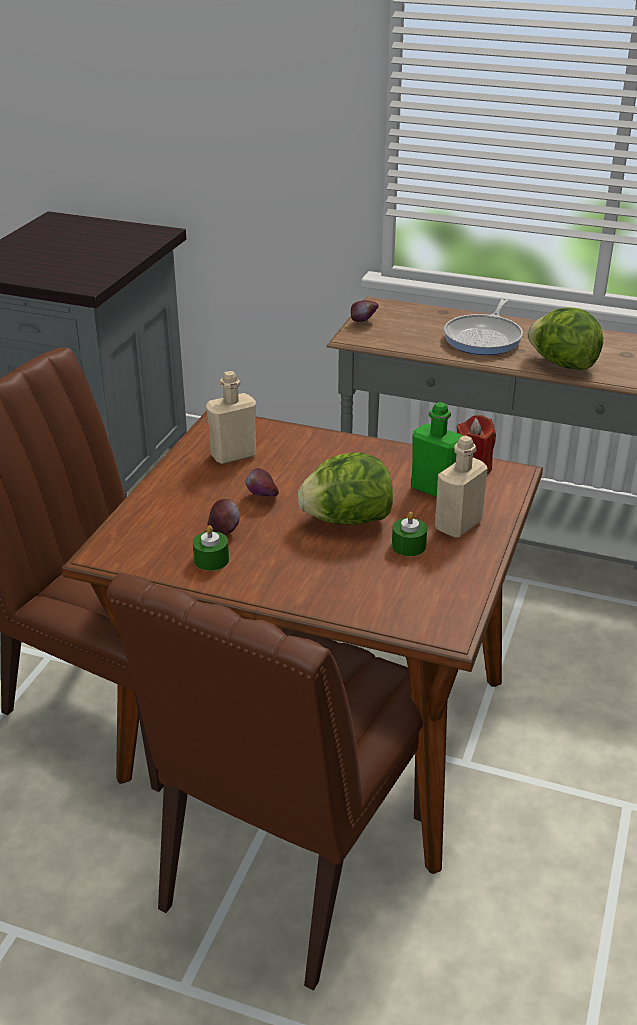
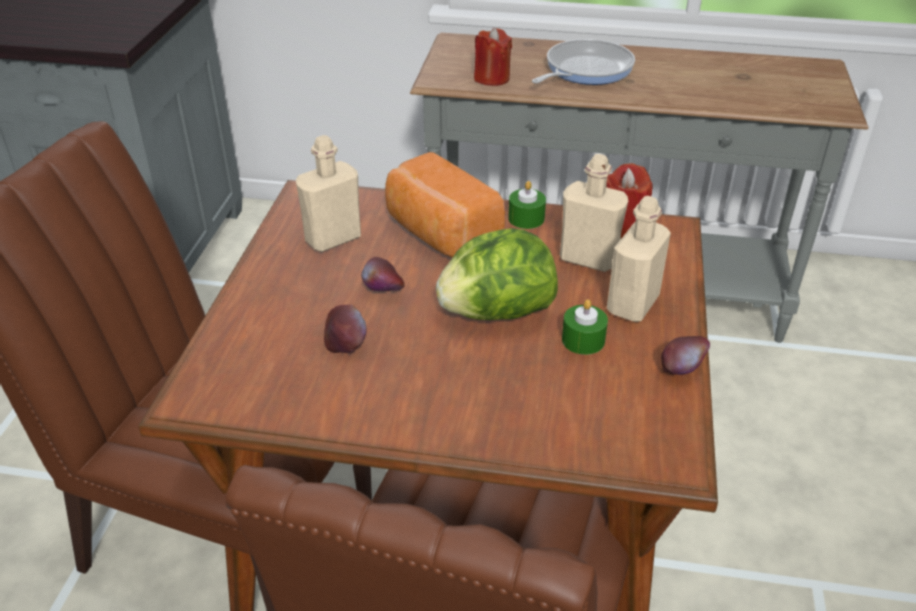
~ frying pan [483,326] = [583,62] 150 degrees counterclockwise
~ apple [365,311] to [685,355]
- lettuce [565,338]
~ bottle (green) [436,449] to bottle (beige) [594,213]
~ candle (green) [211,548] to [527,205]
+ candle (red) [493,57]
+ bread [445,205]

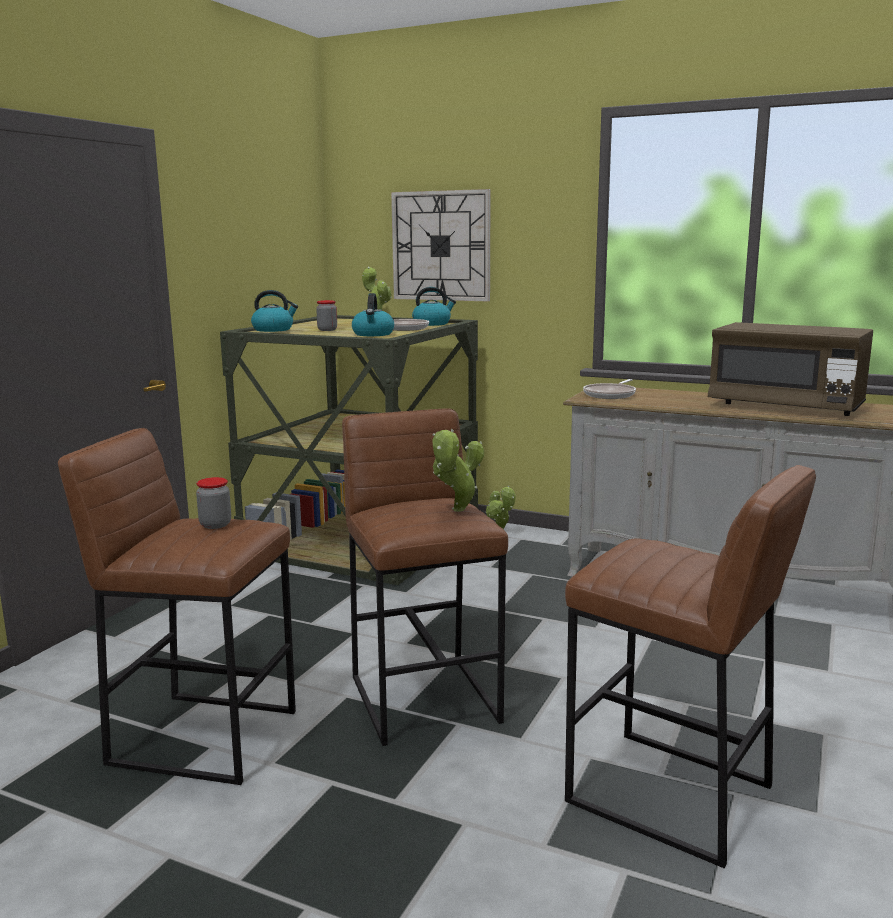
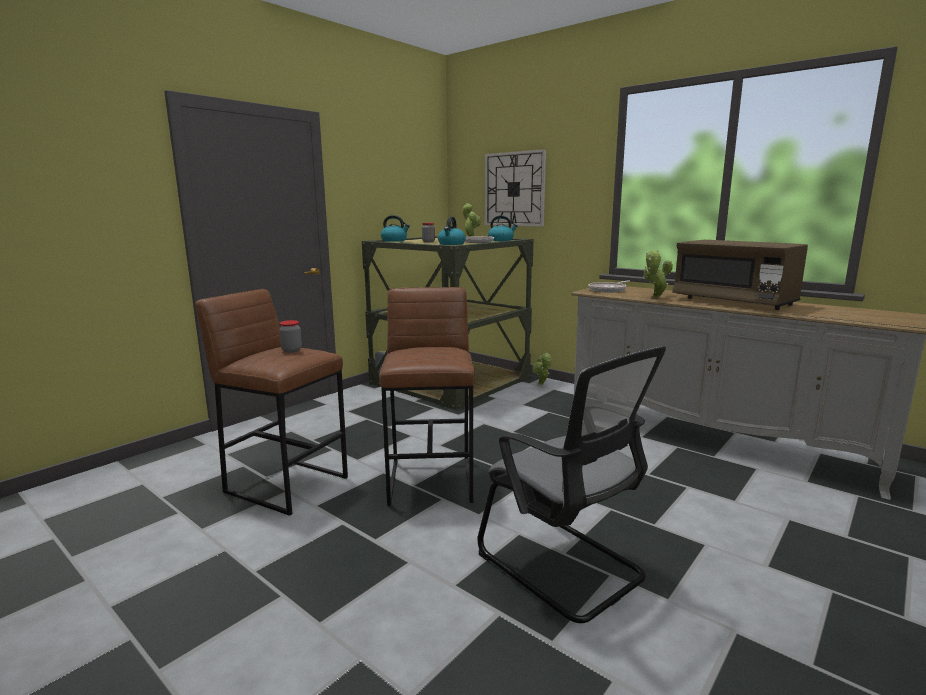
~ potted plant [458,470] to [658,274]
~ stool (brown) [690,666] to chair [572,484]

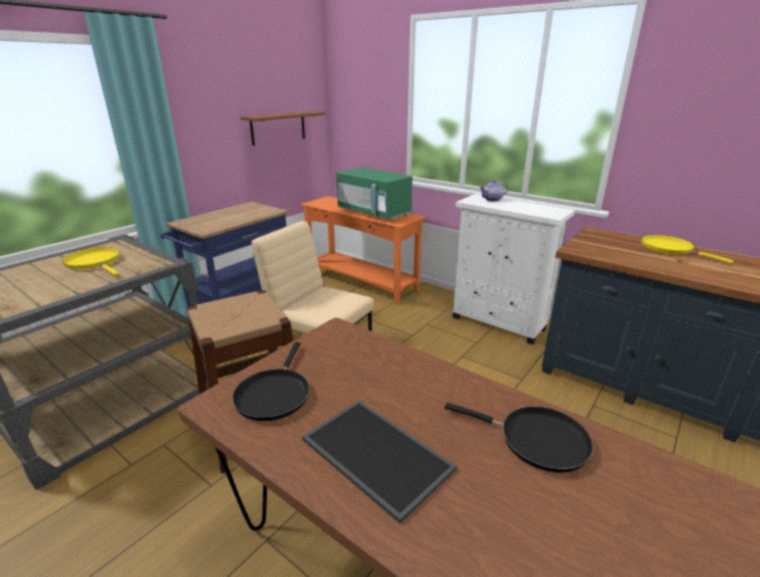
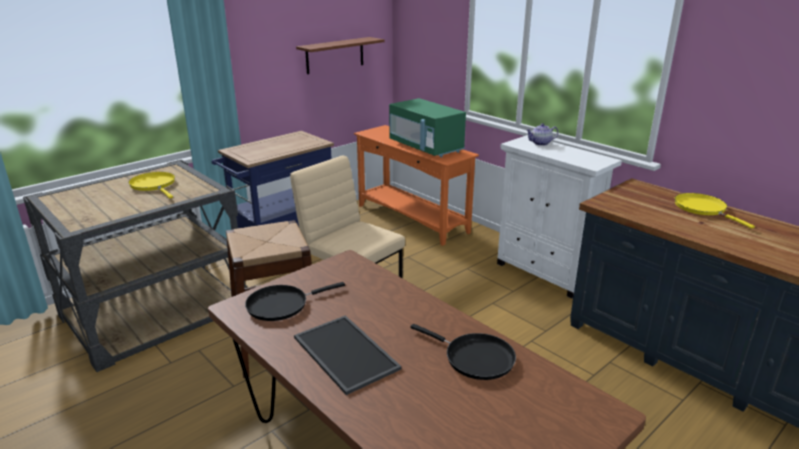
~ frying pan (black) [271,381] = [295,301] 45 degrees clockwise

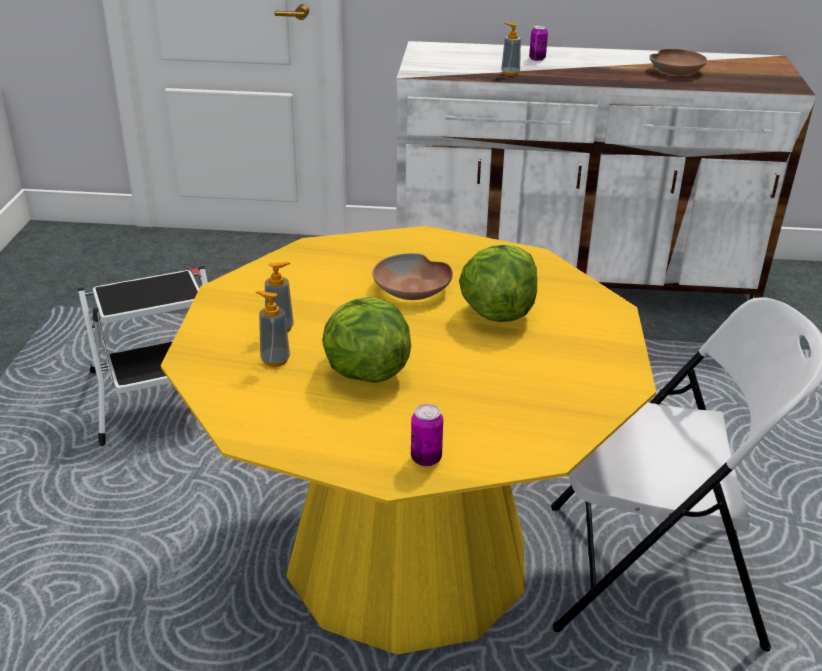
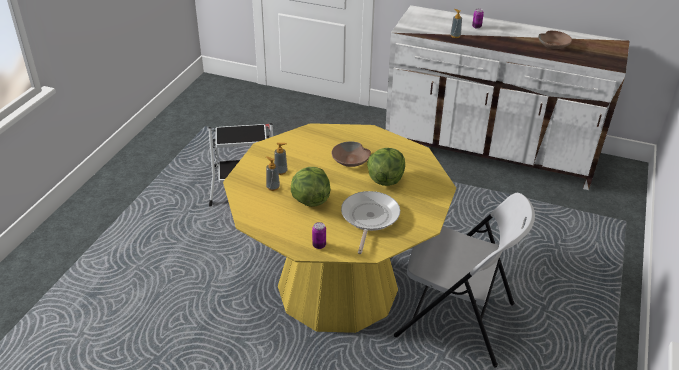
+ frying pan [370,222]

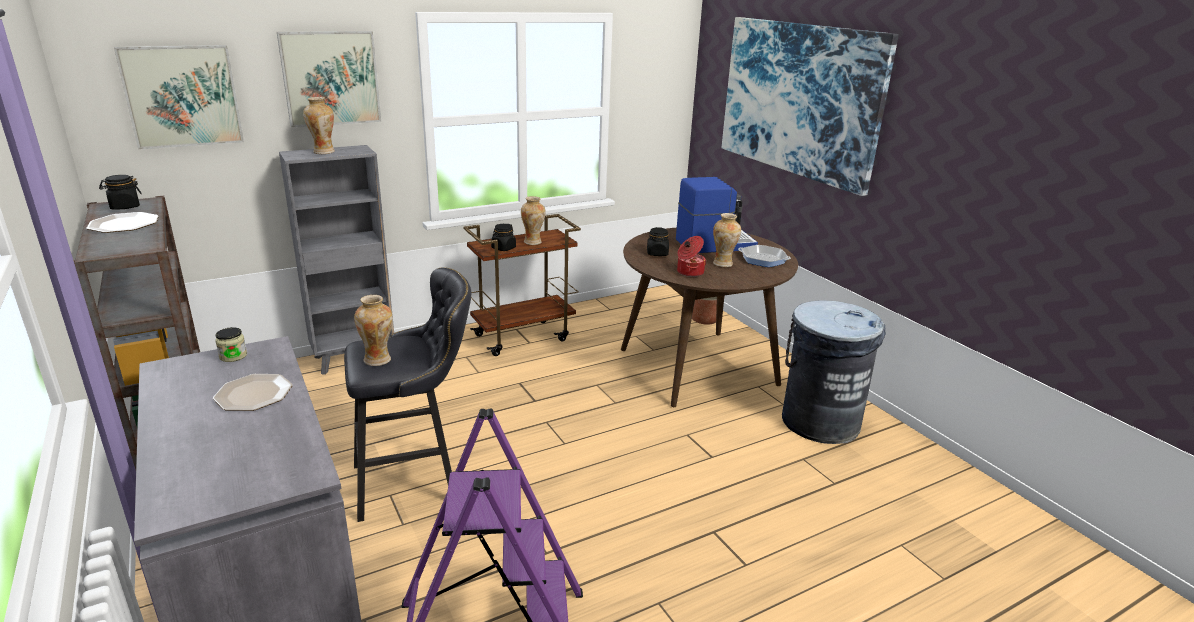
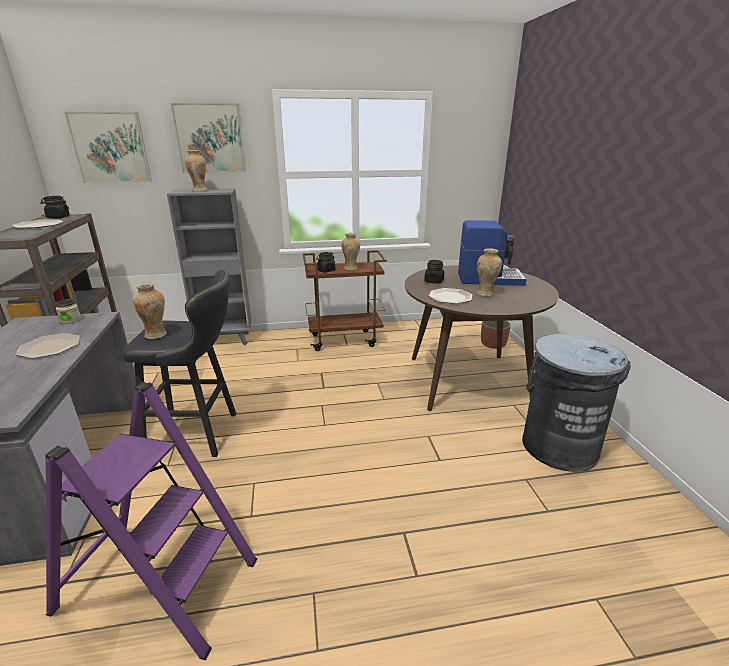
- picture [810,106]
~ cooking pot [691,256] to plate [450,296]
- frying pan [764,256]

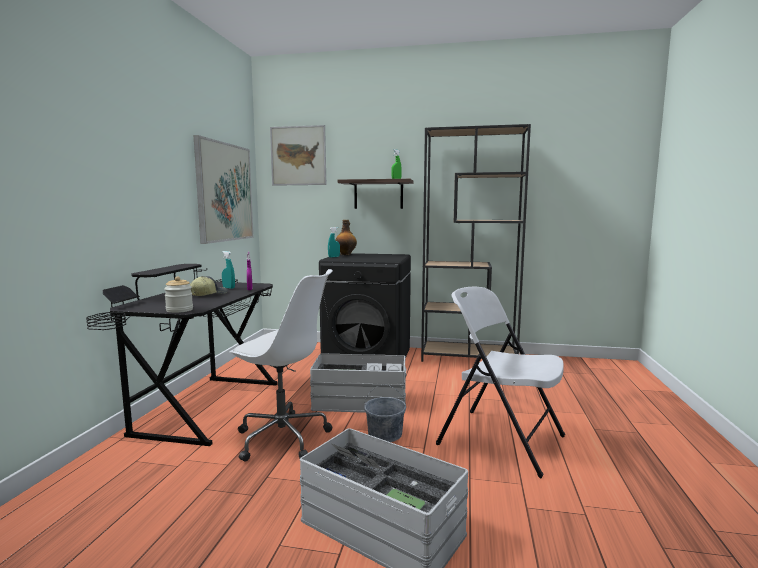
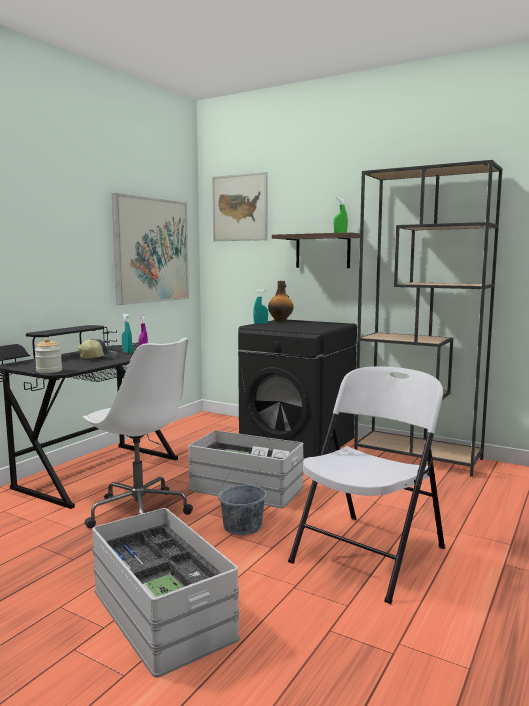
~ chair (white) [500,382] = [366,485] 75 degrees clockwise

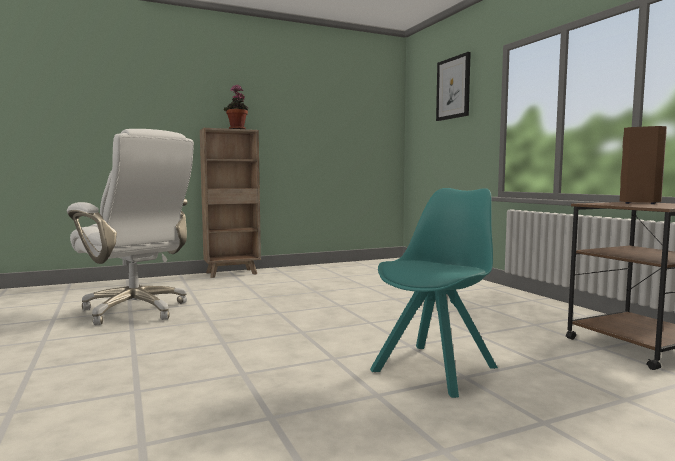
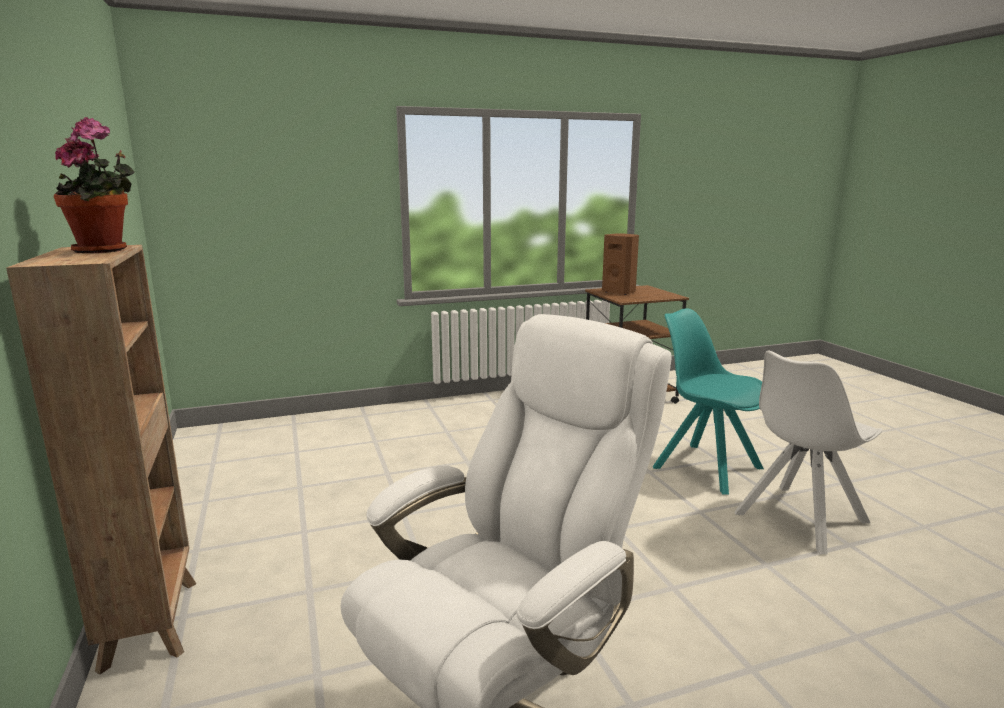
- picture [453,86]
+ chair (white) [808,453]

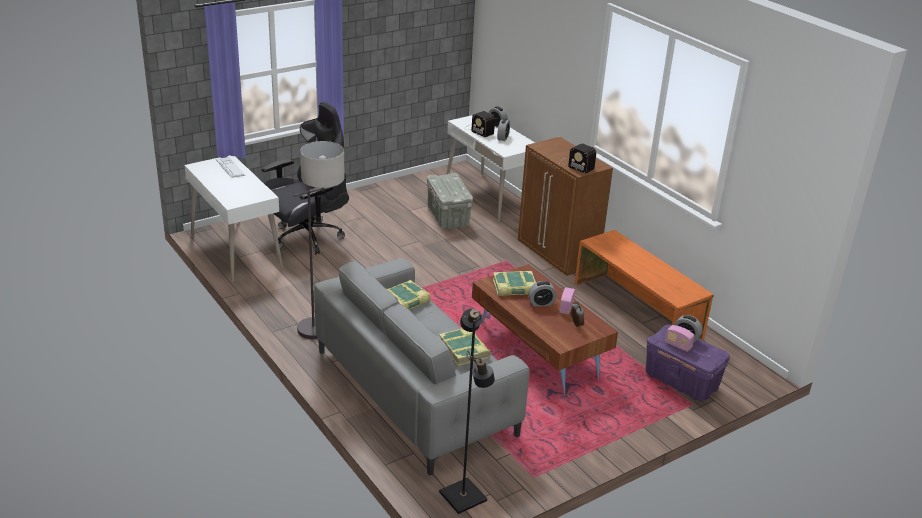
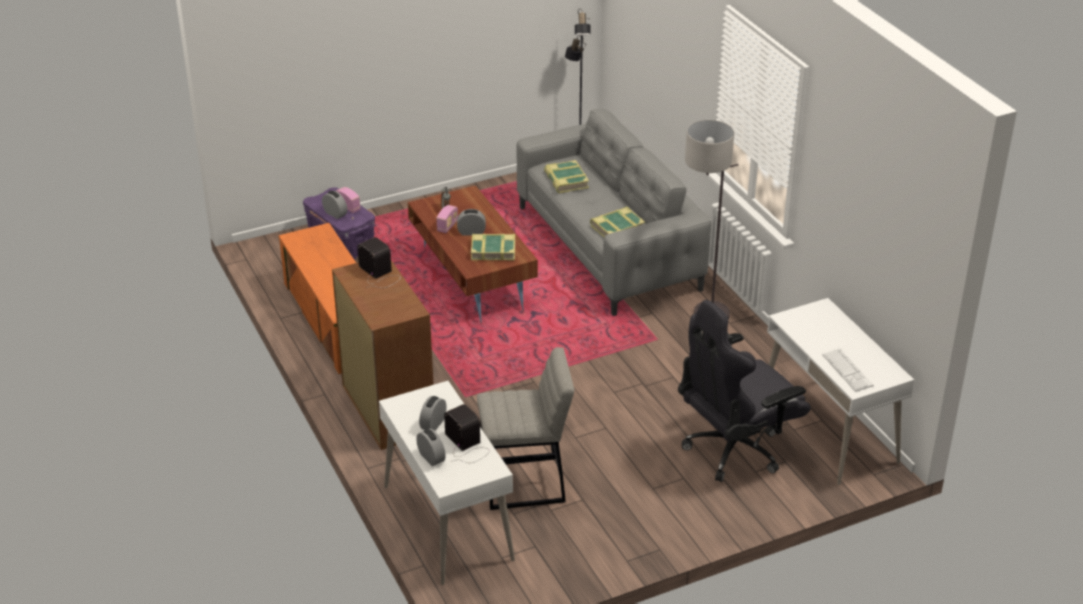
~ storage box (grey) [450,201] to chair (grey) [525,428]

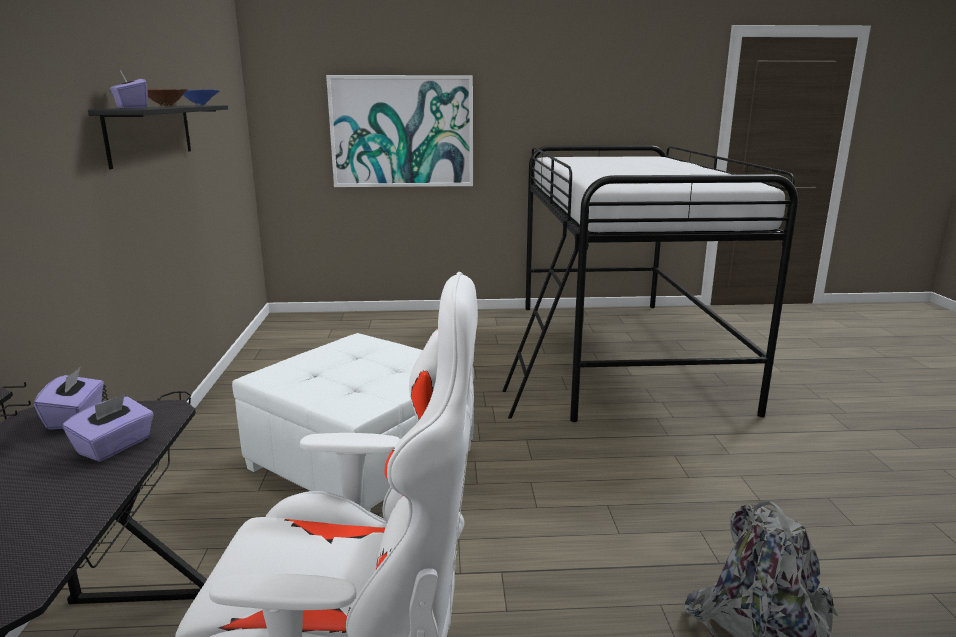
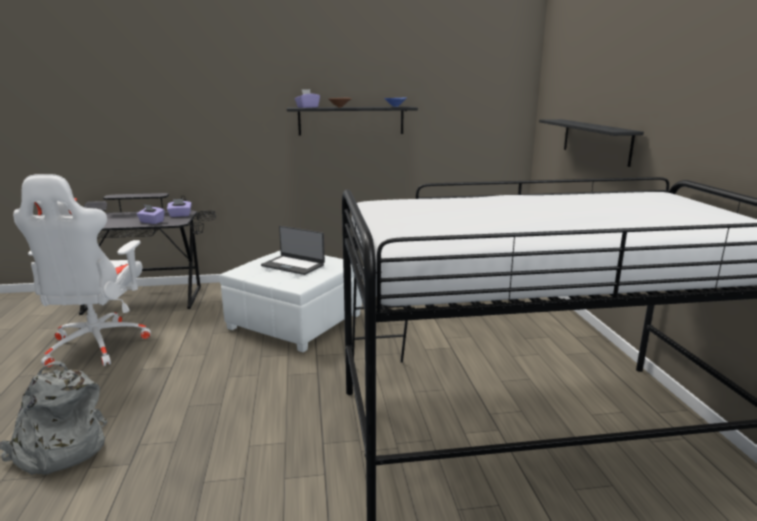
~ picture [399,131] to shelf (black) [591,143]
+ laptop [293,250]

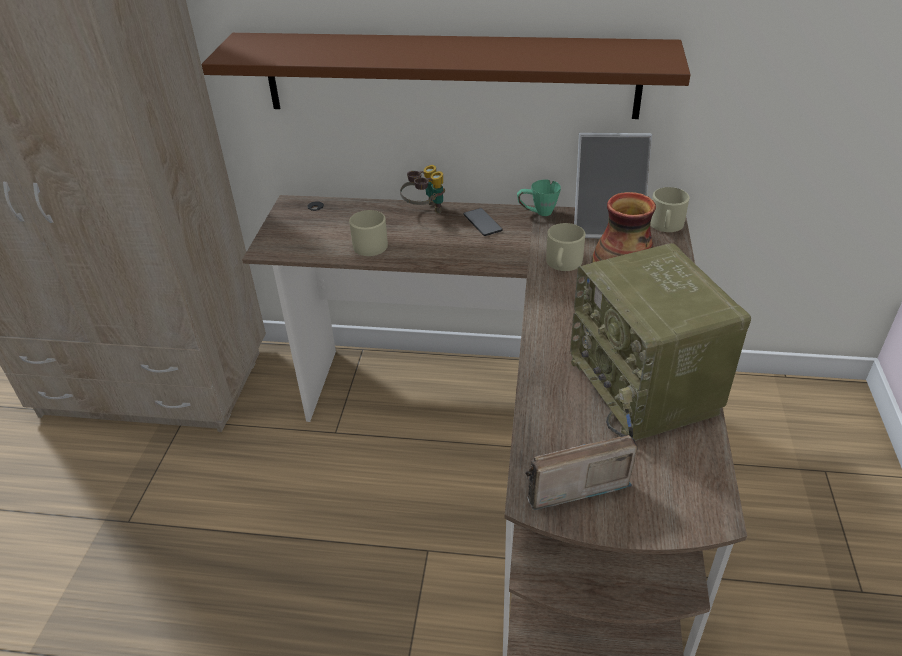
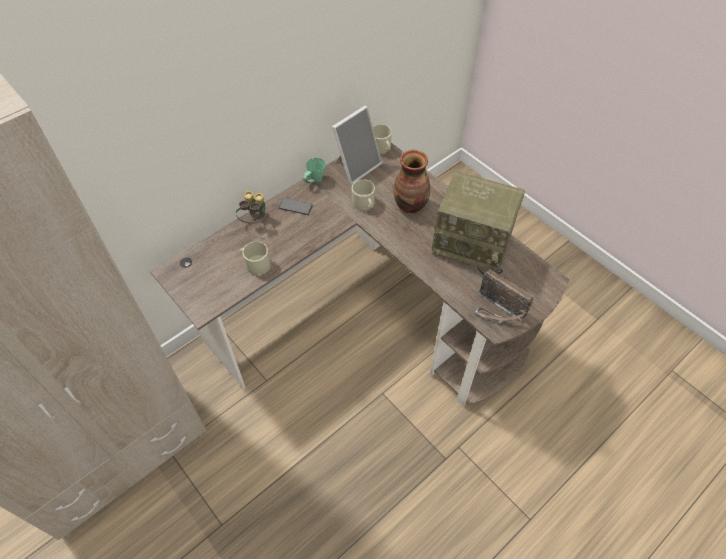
- shelf (brown) [446,76]
~ radio [581,472] = [503,296] 75 degrees counterclockwise

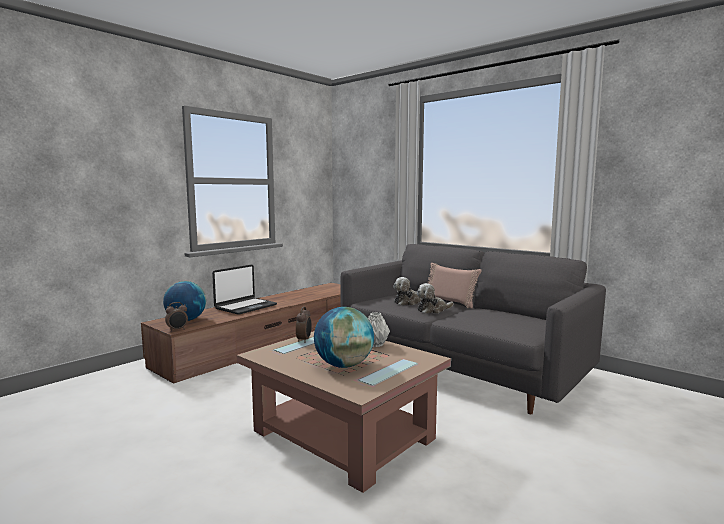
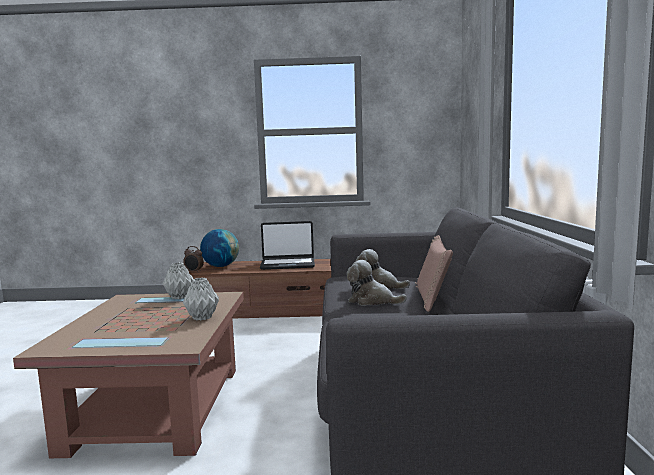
~ alarm clock [304,325] to vase (grey) [178,281]
- globe [344,337]

